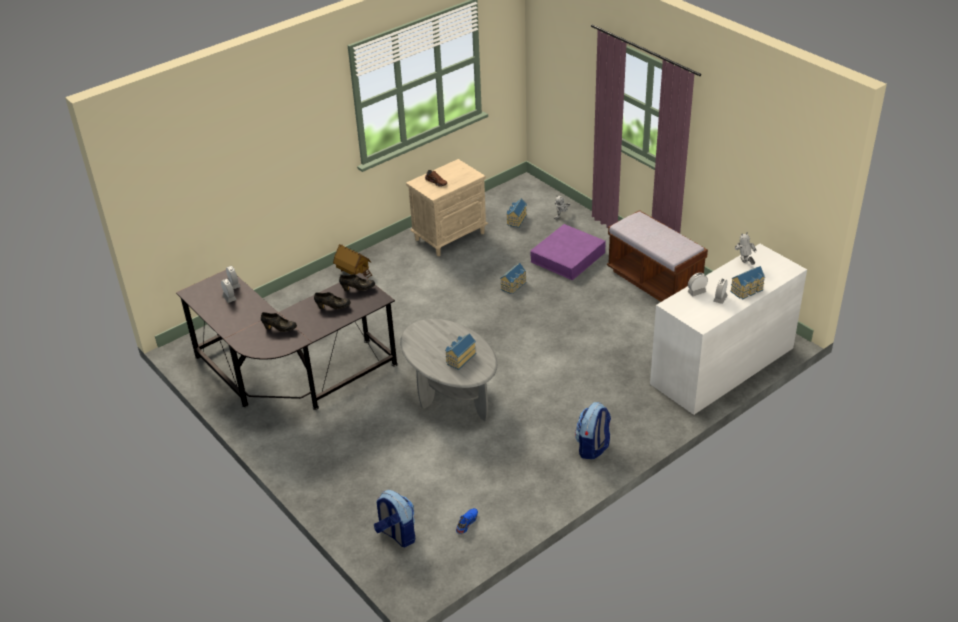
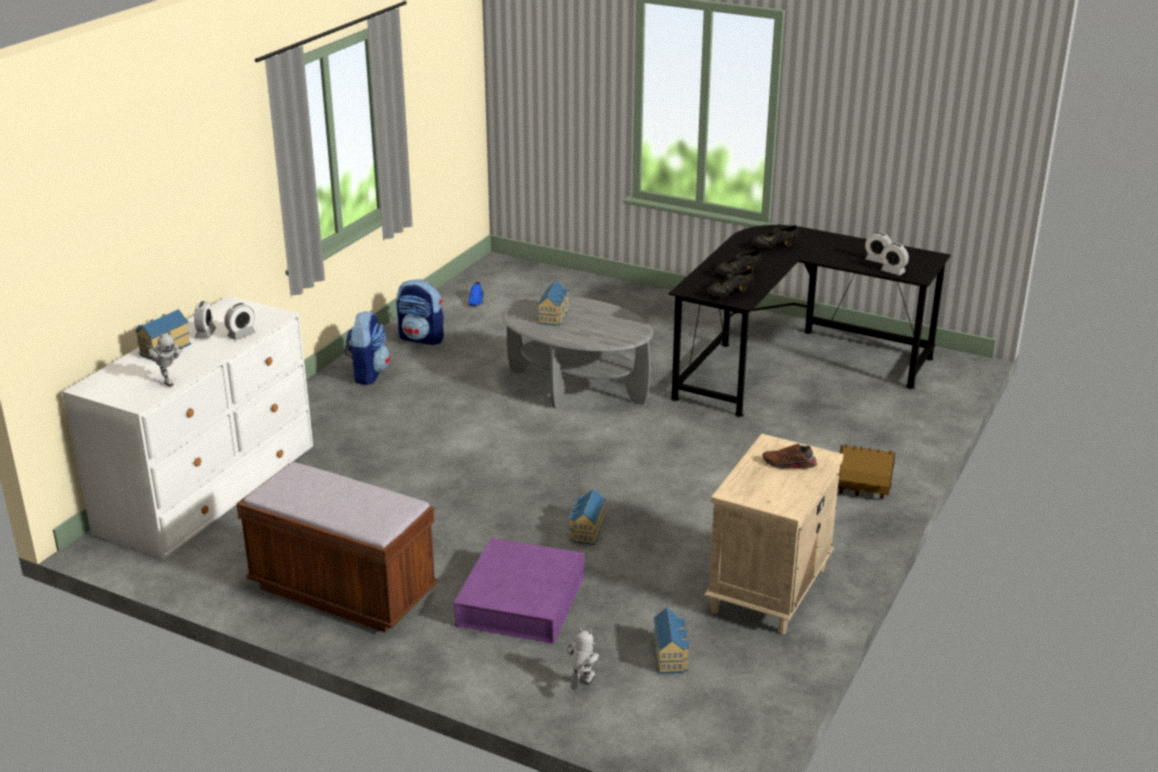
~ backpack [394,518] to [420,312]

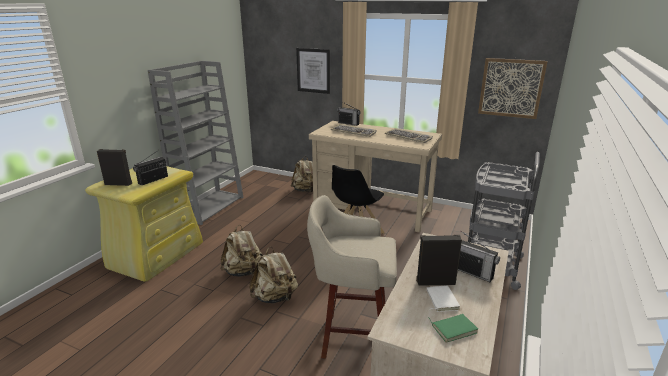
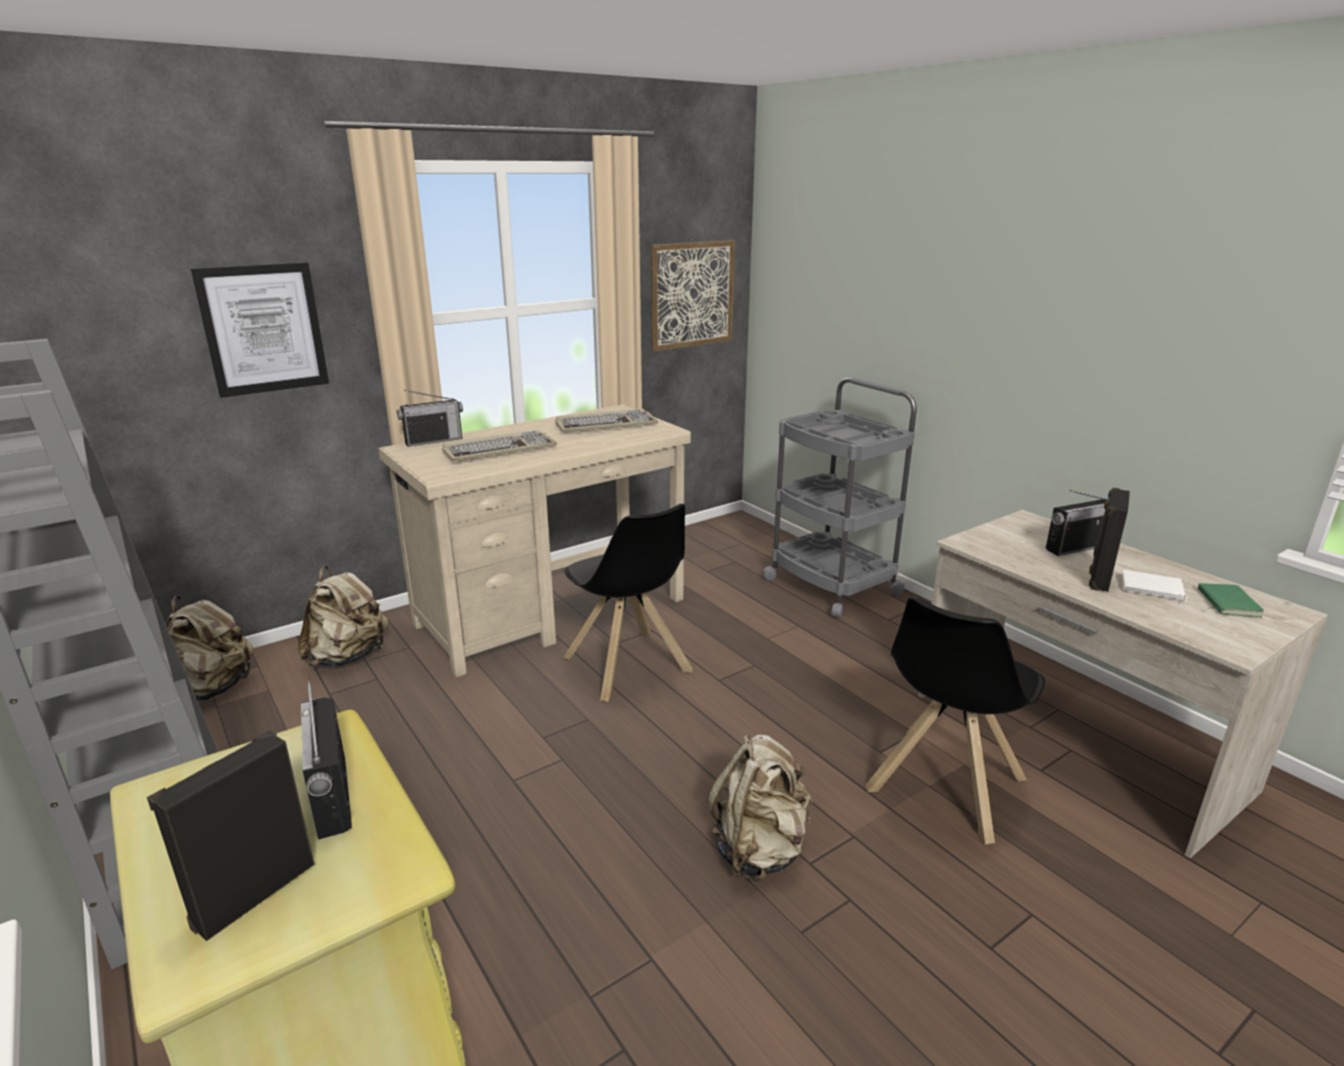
~ stool (beige) [352,277] to chair (black) [955,720]
~ backpack (beige) [241,251] to [210,648]

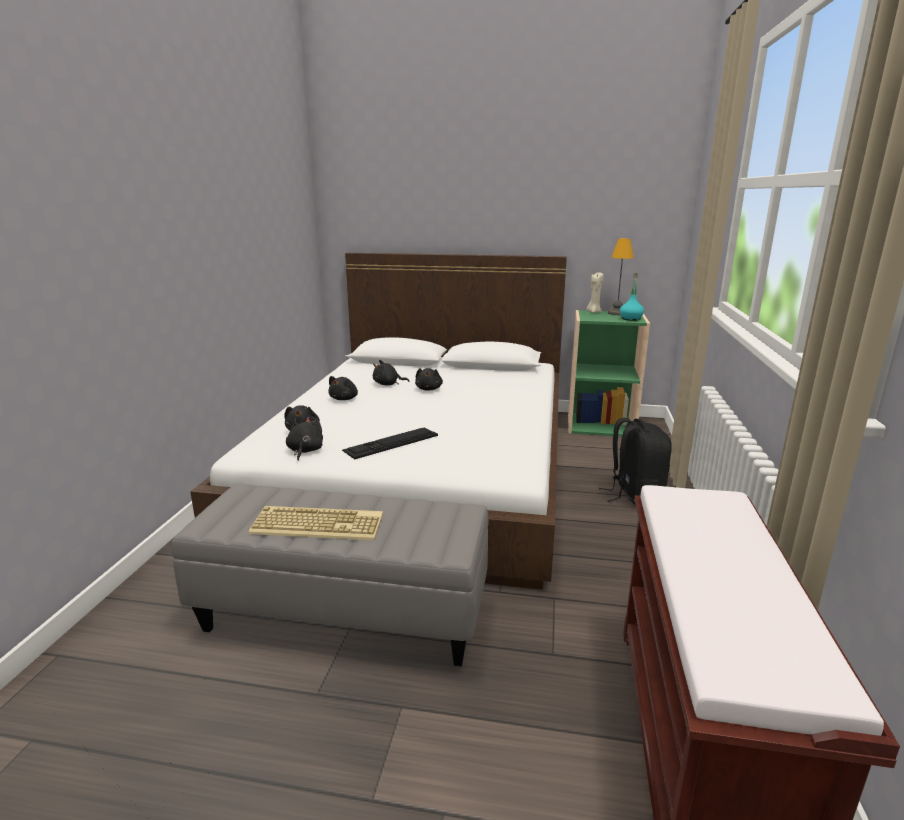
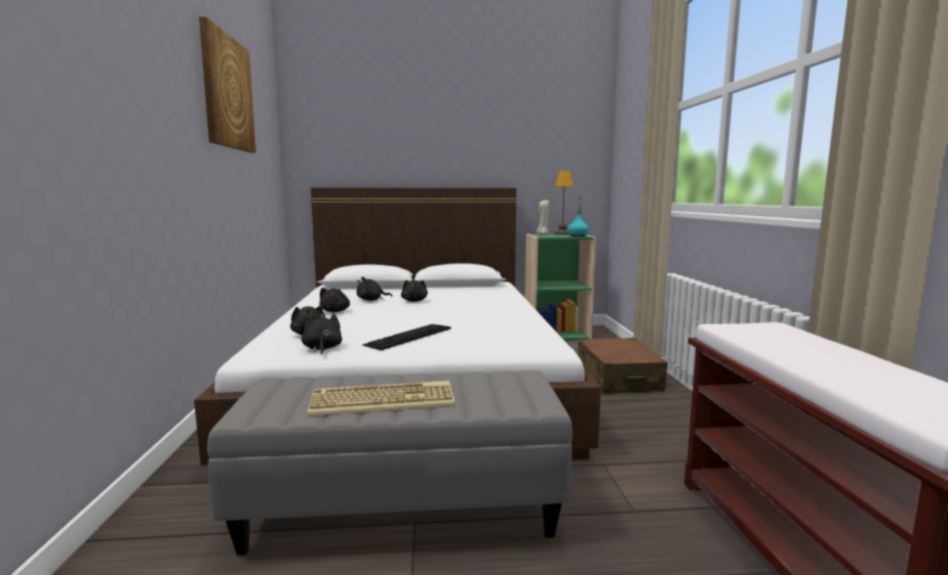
~ backpack (black) [635,462] to suitcase (brown) [623,365]
+ picture [227,85]

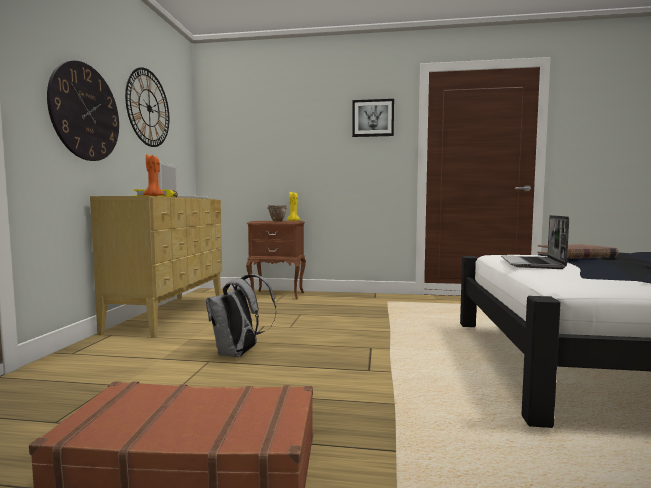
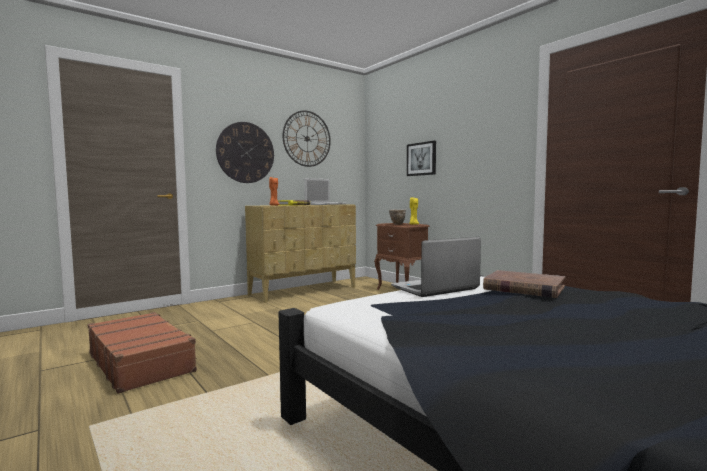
~ picture [373,118] to [421,158]
- backpack (grey) [241,315]

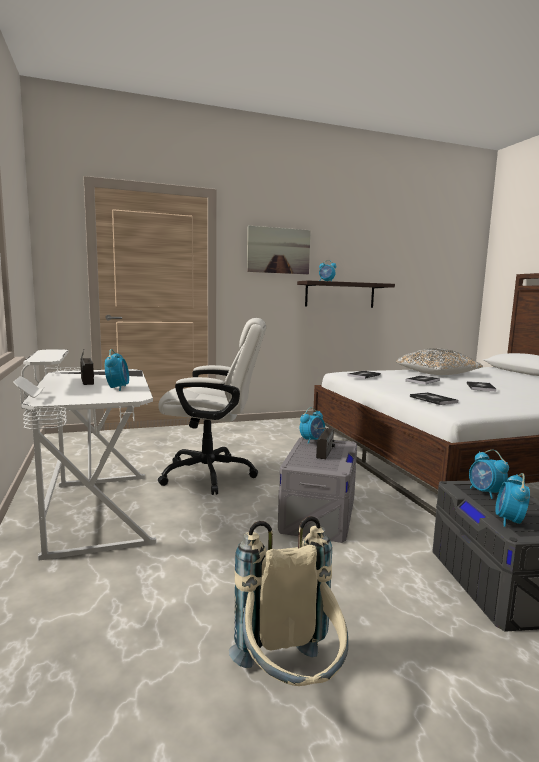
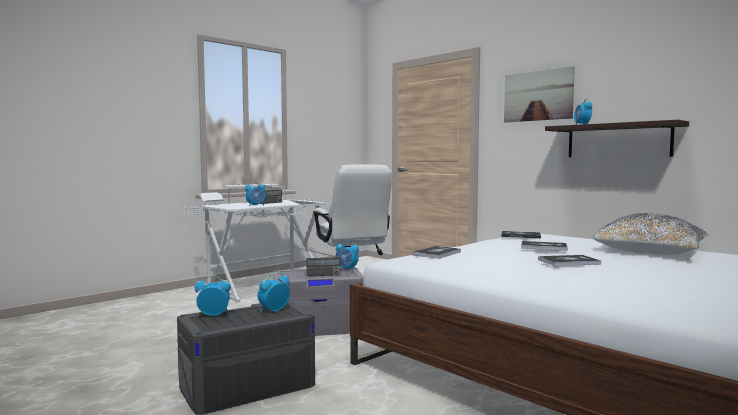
- backpack (beige) [288,601]

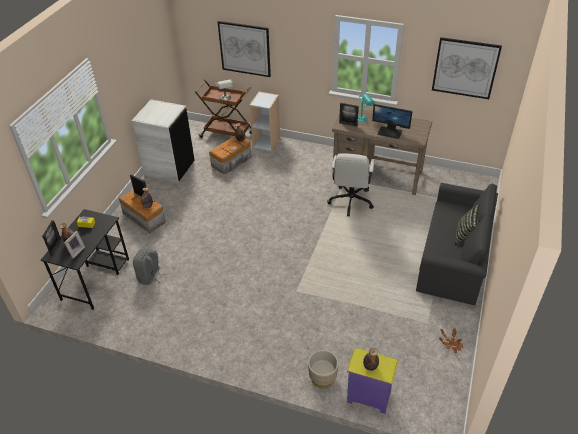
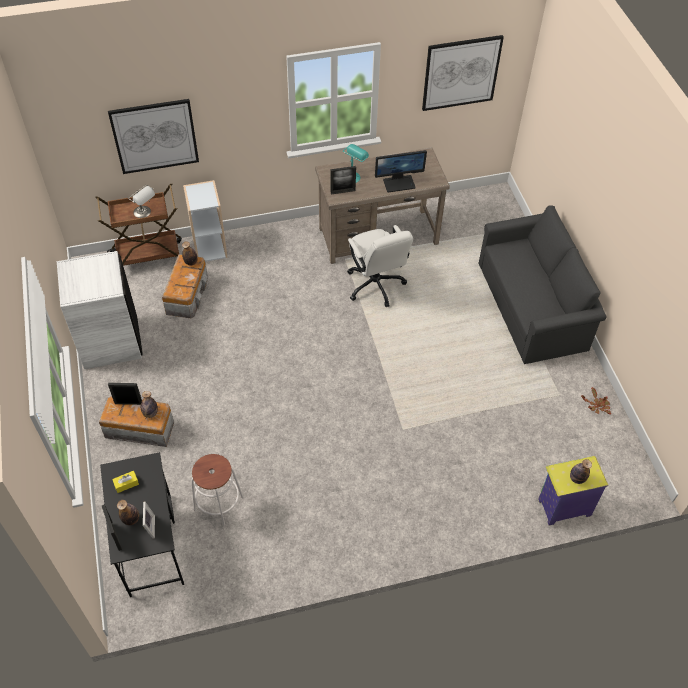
- pillow [467,225]
~ backpack (grey) [149,267] to stool (white) [217,490]
- planter (beige) [323,369]

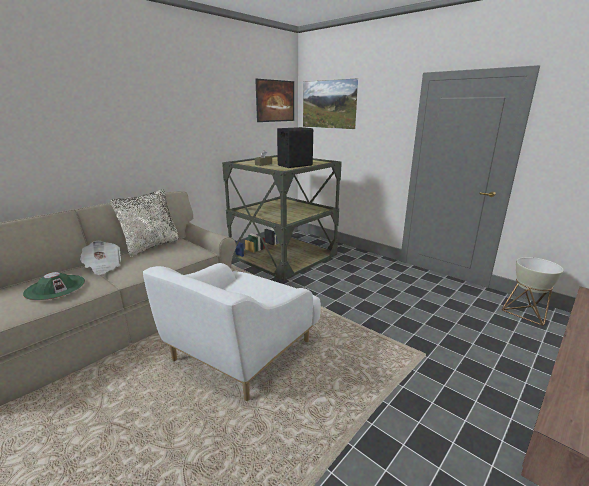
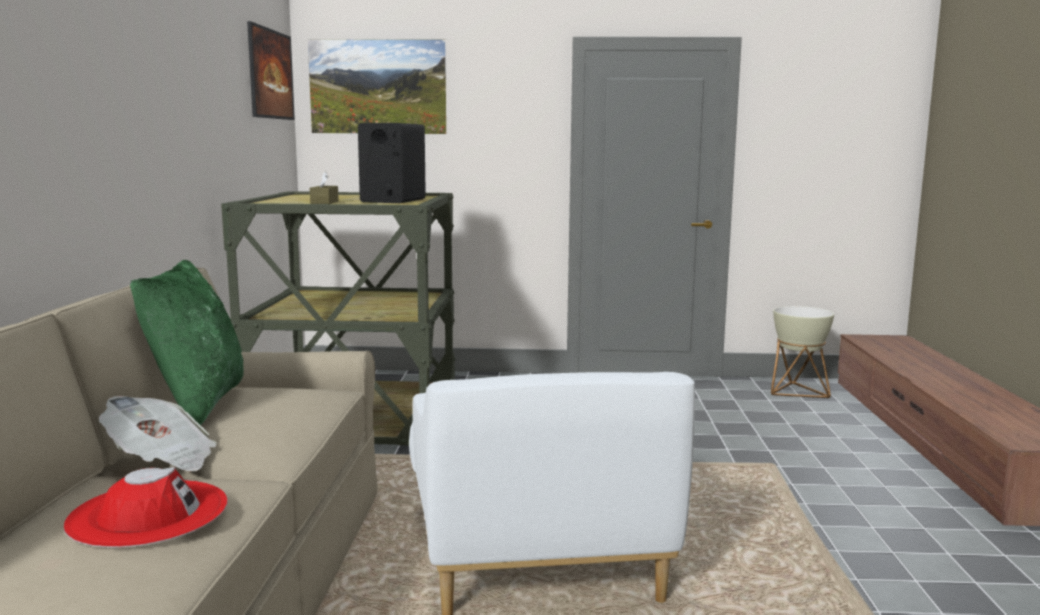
~ pillow (beige) [144,223] to pillow (green) [187,342]
~ hat (green) [54,286] to hat (red) [146,507]

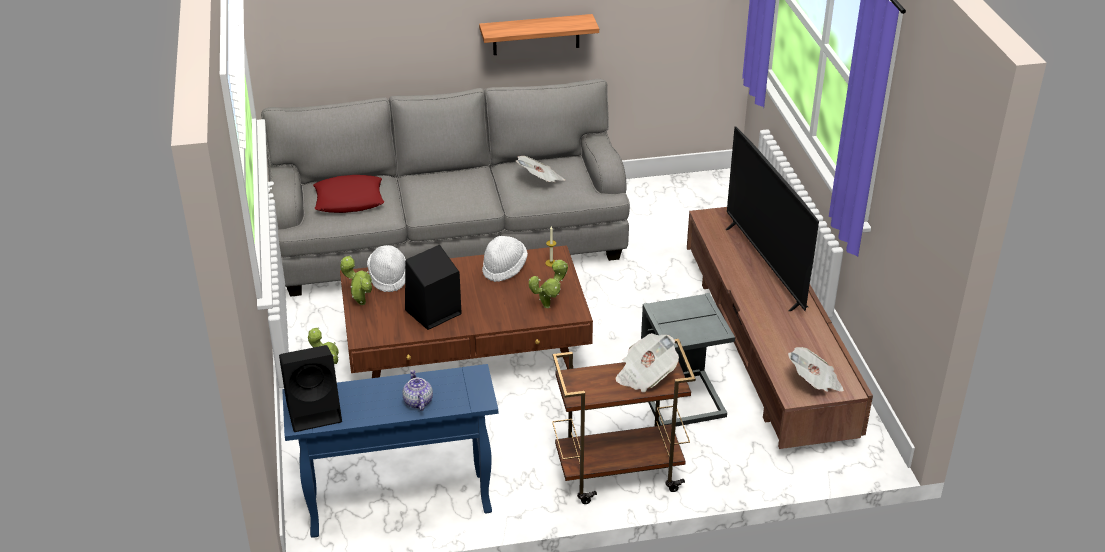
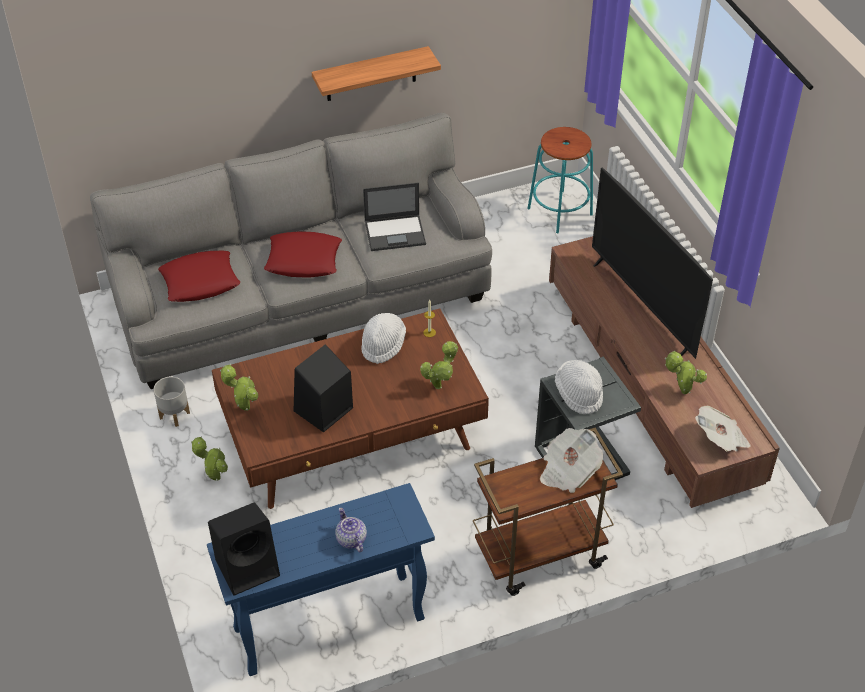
~ newspaper [541,169] to laptop [394,216]
~ hat (white) [386,268] to [579,387]
+ stool (turquoise) [560,180]
+ pillow (red) [303,254]
+ potted plant [686,372]
+ planter (grey) [172,402]

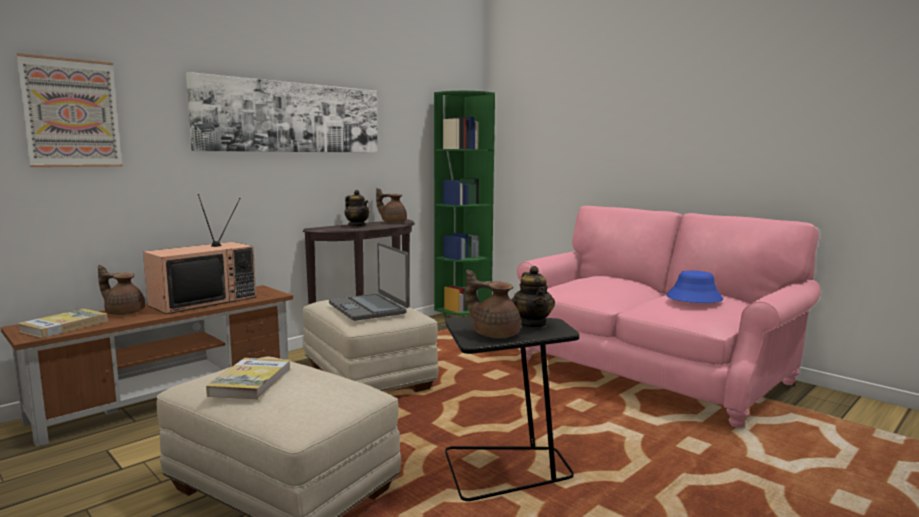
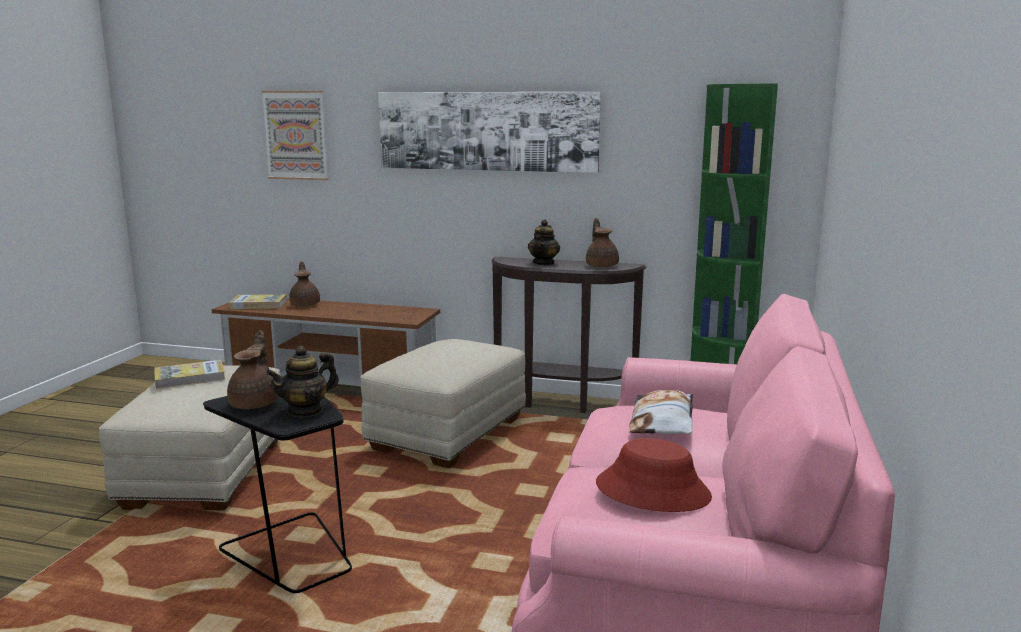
- television [199,254]
- laptop [369,282]
~ hat (blue) [694,287] to hat (red) [654,475]
+ pillow [661,412]

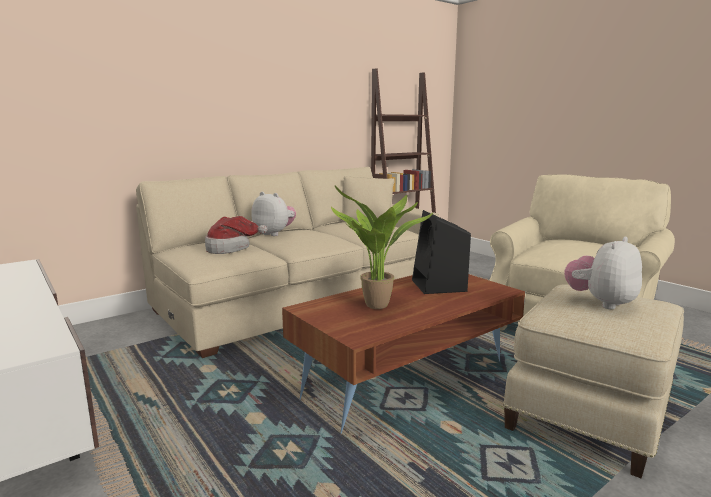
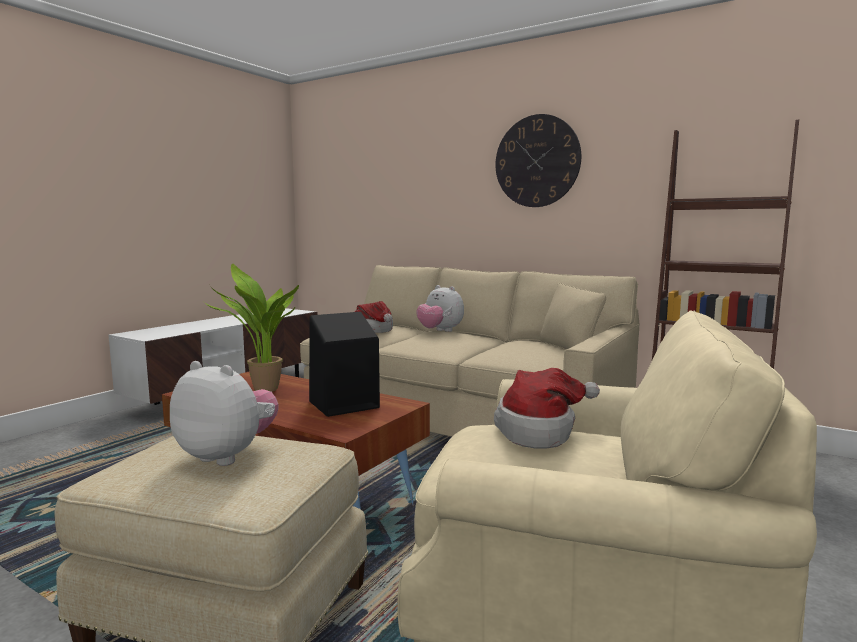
~ plush toy [273,214] = [440,308] 120 degrees clockwise
+ wall clock [538,160]
+ hat [547,408]

